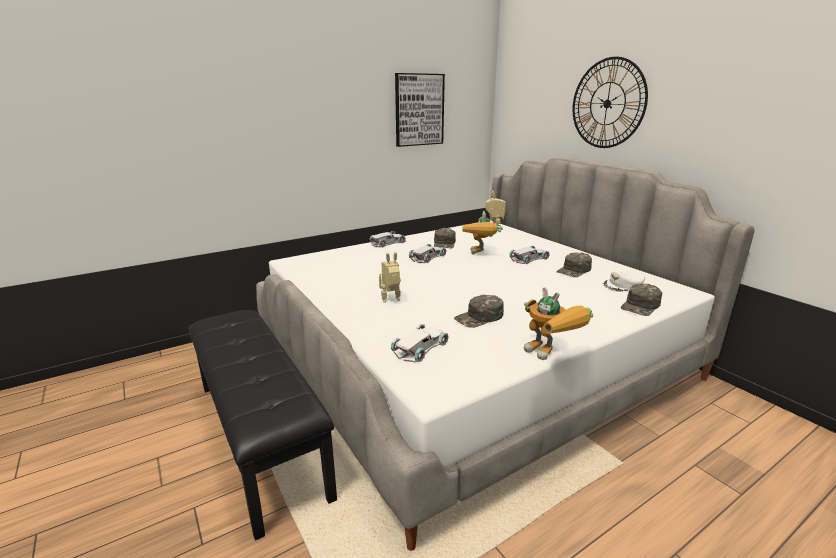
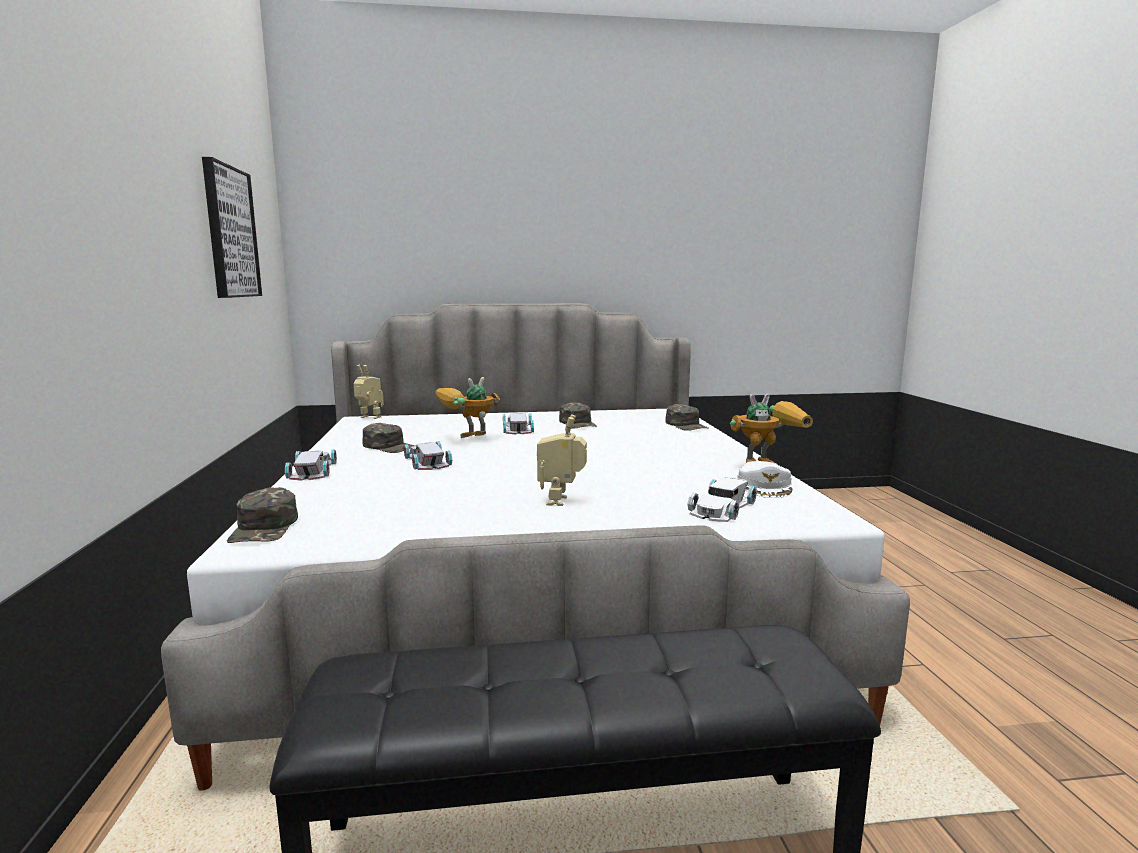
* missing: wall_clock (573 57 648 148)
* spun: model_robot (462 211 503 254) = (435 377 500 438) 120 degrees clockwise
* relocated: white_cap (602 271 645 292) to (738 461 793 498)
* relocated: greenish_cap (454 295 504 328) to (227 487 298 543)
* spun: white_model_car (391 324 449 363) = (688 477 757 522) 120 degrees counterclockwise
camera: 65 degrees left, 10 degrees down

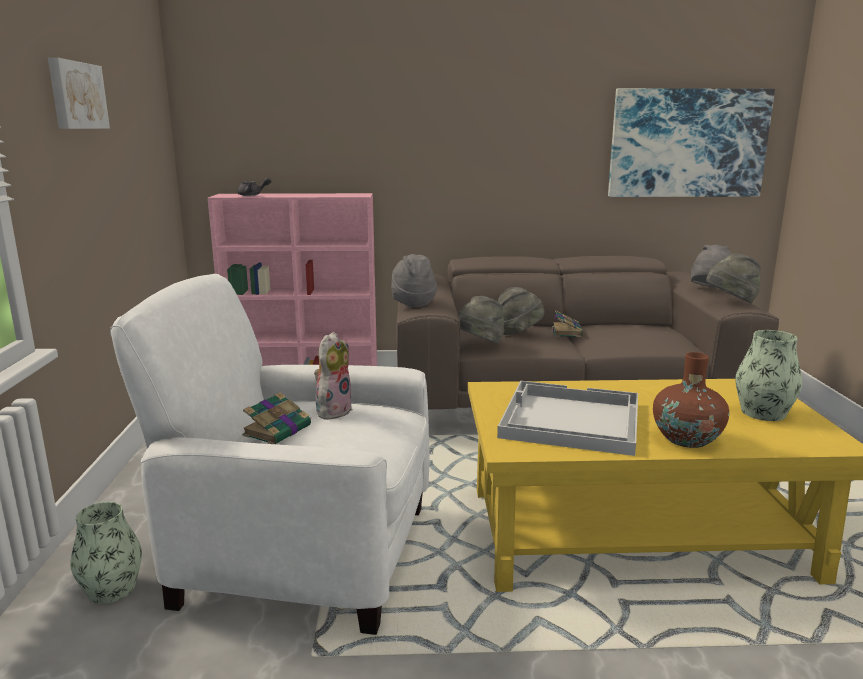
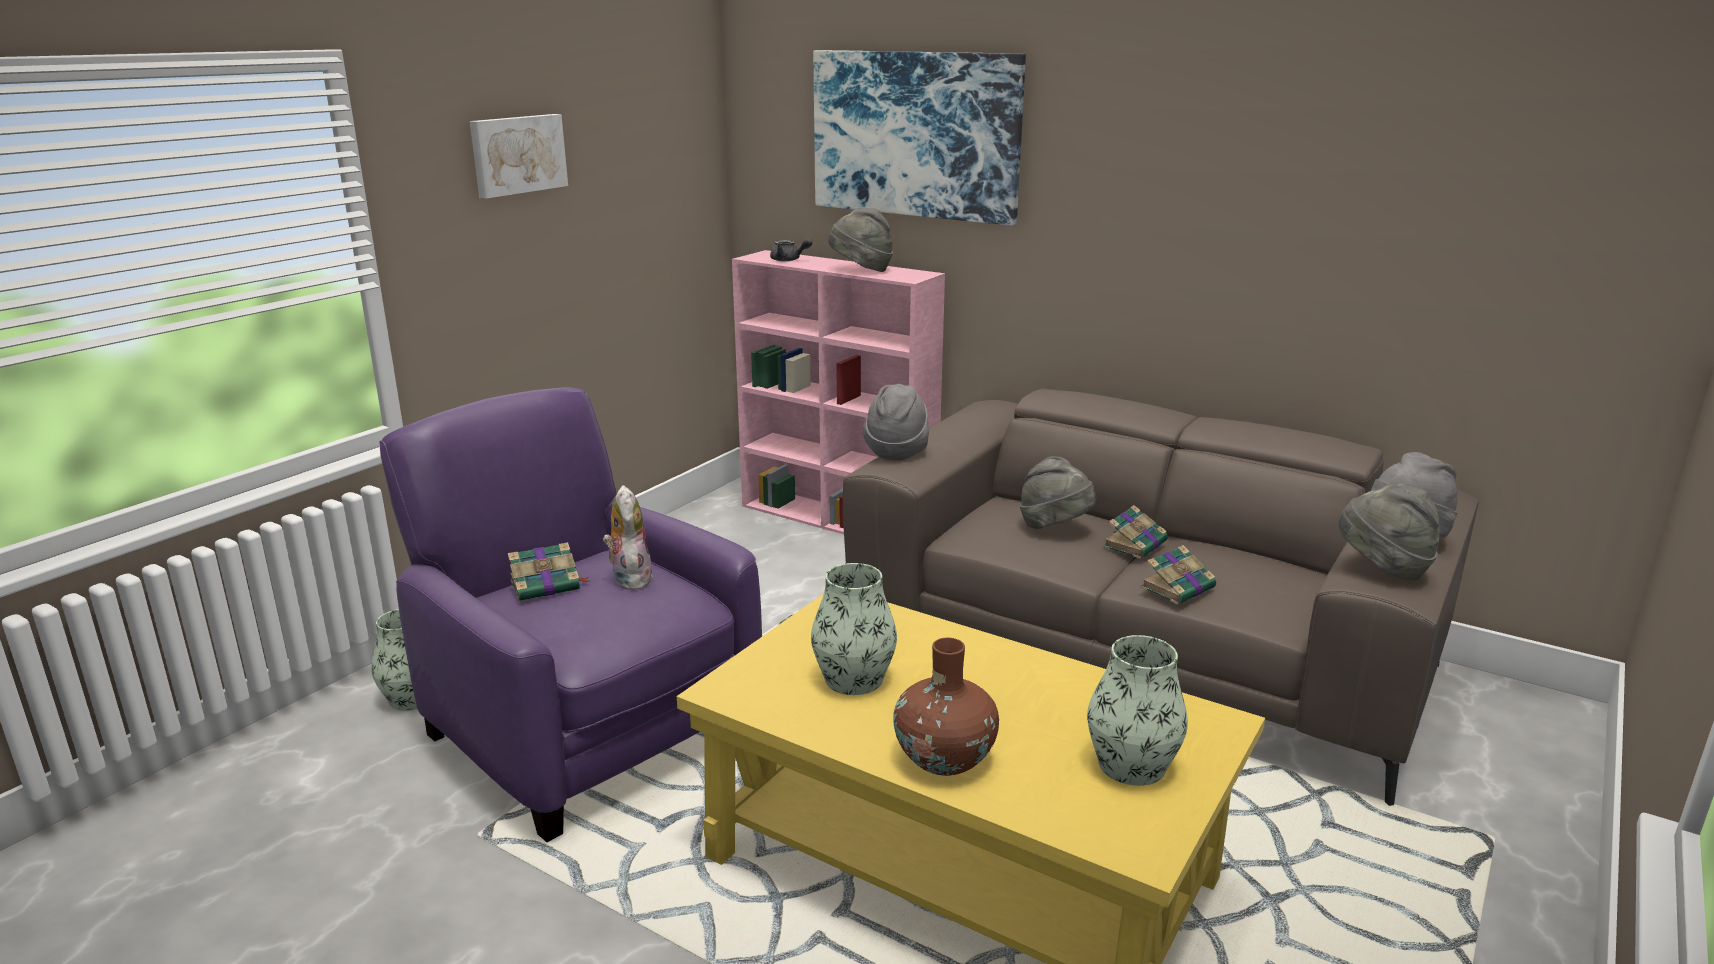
* relocated: wall_picture (608 88 775 197) to (813 50 1026 226)
* colour: white_easy_chair (110 274 429 635) to purplish_easy_chair (379 387 762 842)
* relocated: grey_wearable_hat (458 296 505 343) to (829 207 893 272)
* spun: cuddly_toy (314 332 353 420) = (603 485 653 590) 75 degrees counterclockwise
* exchanged: white_carrying_tray (497 381 638 456) to flower_vase (811 563 897 695)
* appeared: bound_book (1140 545 1216 605)
camera: 35 degrees right, 5 degrees up

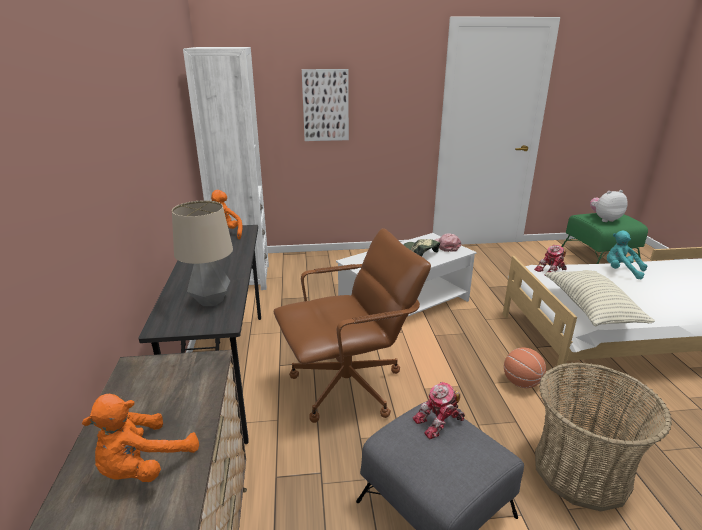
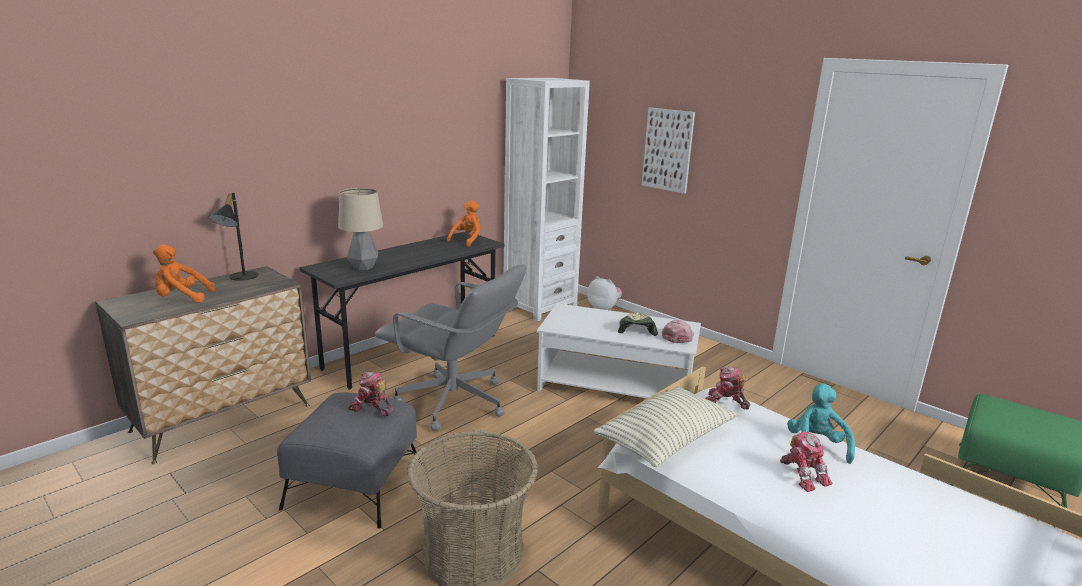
* relocated: cuddly_toy (590 190 628 222) to (587 276 622 310)
* colour: brown-coloured_computer_chair (274 228 431 423) to grey_computer_chair (375 264 526 431)
* missing: basketball (504 347 546 388)
* appeared: black-coloured_tabletop_lamp (208 193 259 281)
* appeared: model_robot (780 432 832 492)
camera: 50 degrees right, 5 degrees down

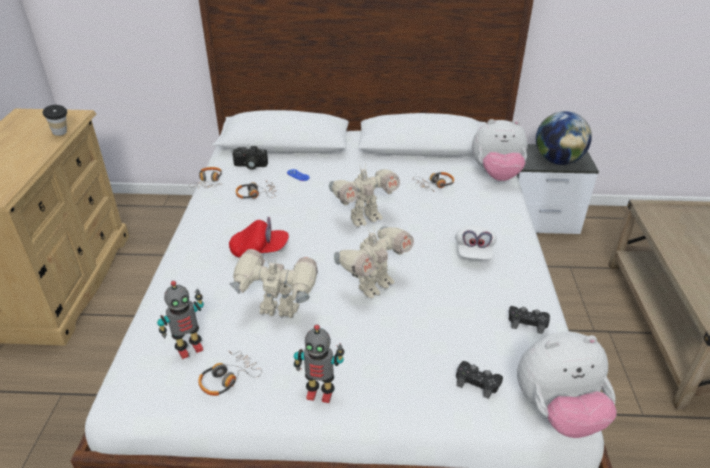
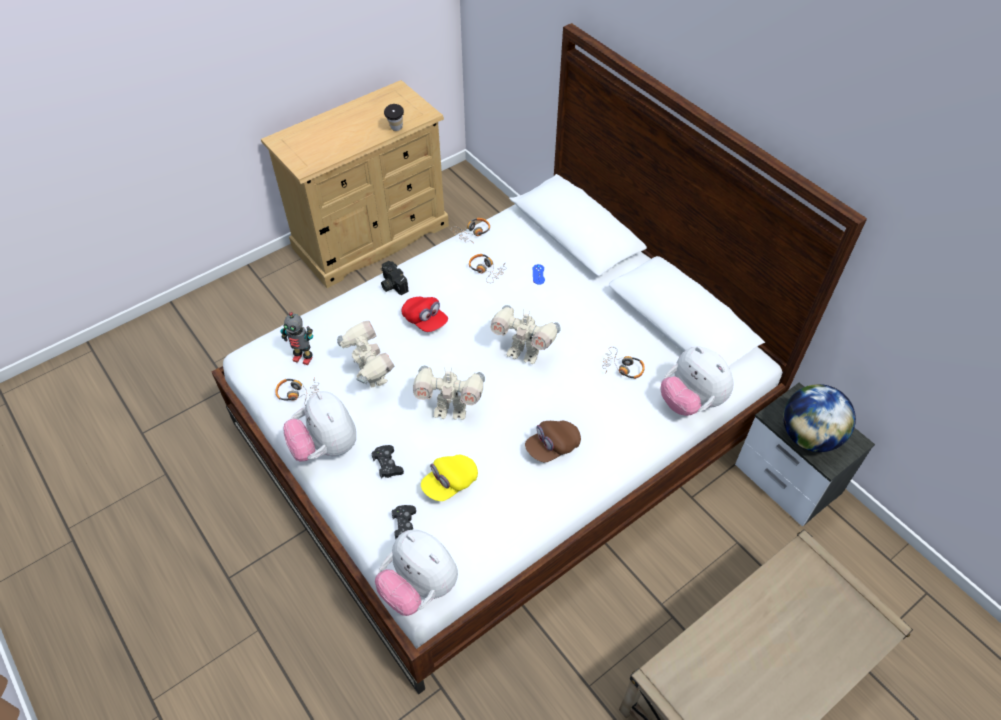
* relocated: photo_camera (233 146 268 170) to (381 261 409 295)
* colour: white_cap (455 225 497 259) to brown-coloured_cap (525 421 581 462)
* relocated: black-coloured_joypad (509 306 550 334) to (371 445 404 478)
* exchanged: model_robot (294 324 344 403) to cuddly_toy (283 391 356 462)
* appeared: yellow-coloured_cap (421 455 478 501)
camera: 50 degrees right, 15 degrees up

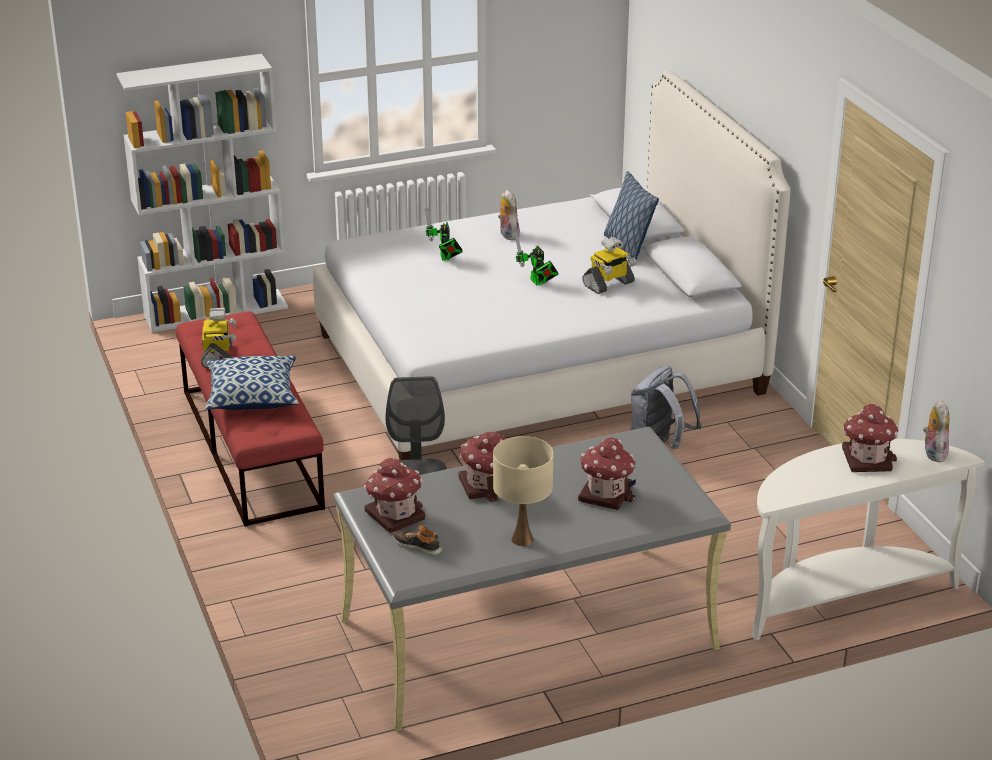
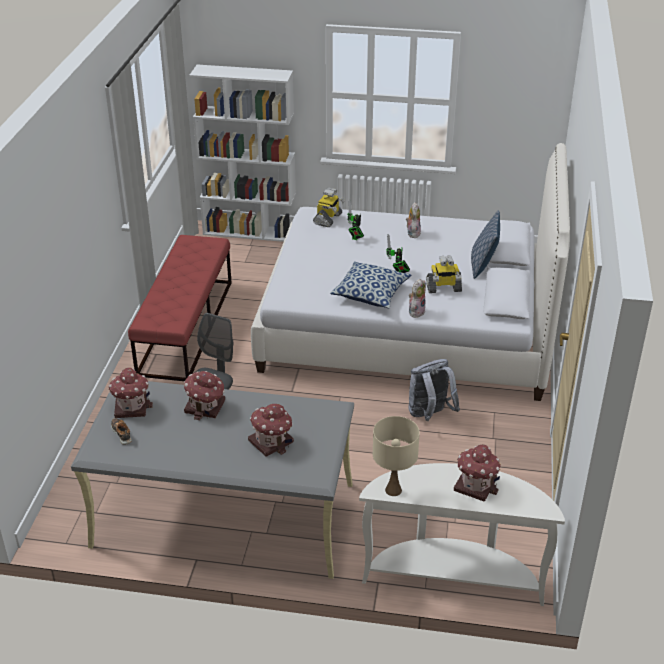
* relocated: model_robot (201 308 236 368) to (313 188 345 227)
* relocated: throw_pillow (205 356 299 410) to (330 262 411 309)
* relocated: cuddly_toy (923 400 949 462) to (409 279 426 319)
* relocated: beige-coloured_tabletop_lamp (493 436 553 546) to (373 416 420 496)
camera: 30 degrees right, 5 degrees up

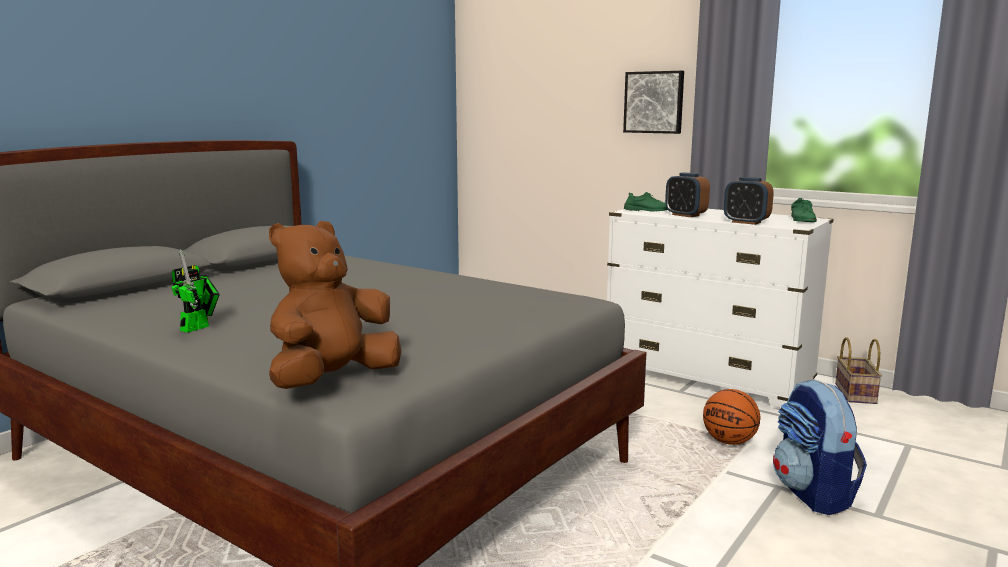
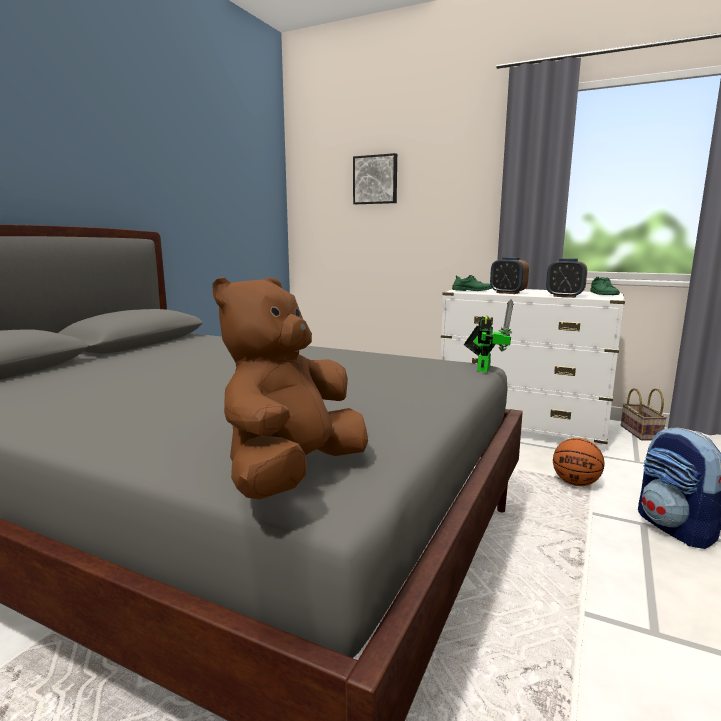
* relocated: wall_picture (623 71 684 134) to (353 153 397 204)
* relocated: model_robot (171 249 220 333) to (464 300 514 372)
camera: 10 degrees left, 0 degrees up

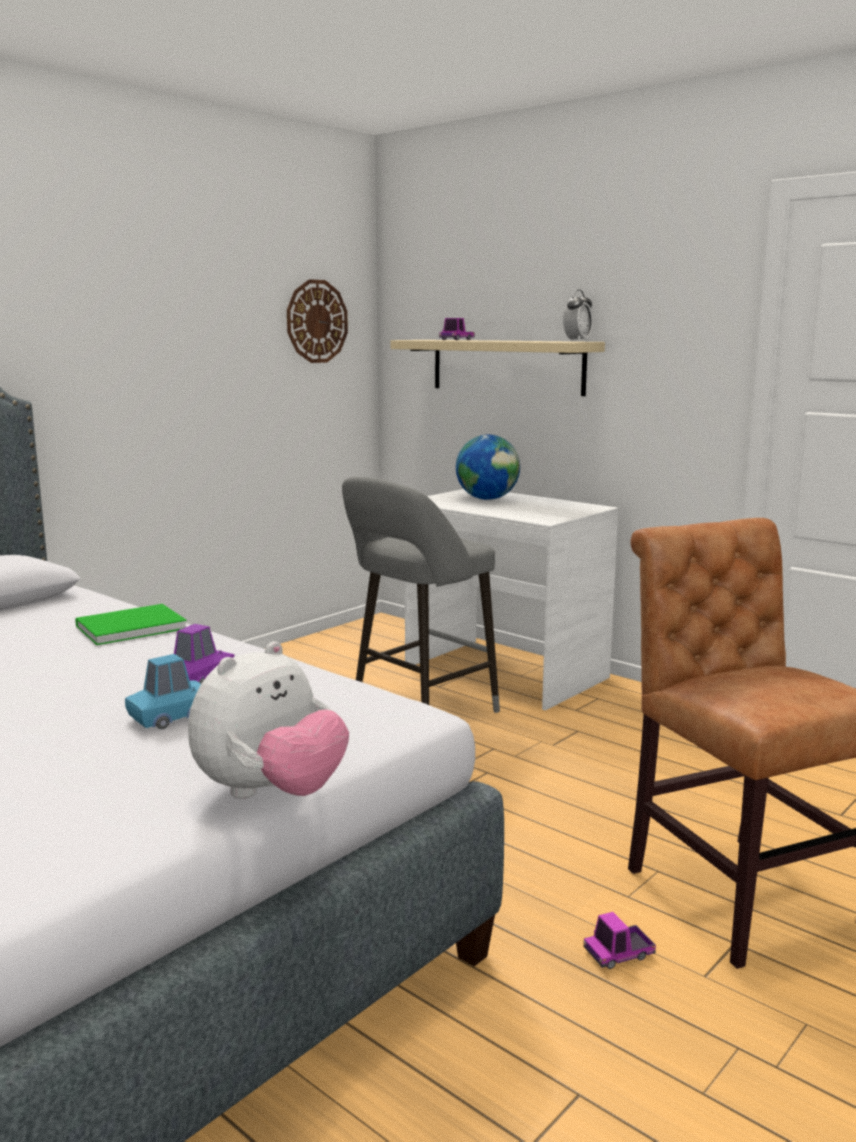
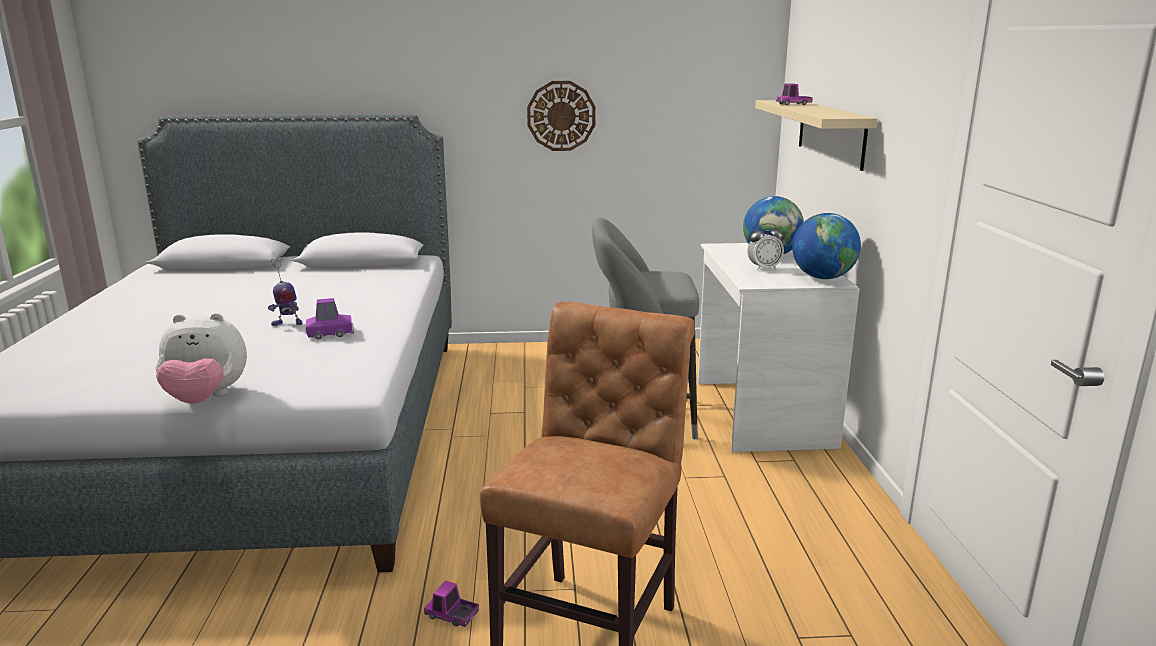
* relocated: wall_clock (287 279 348 363) to (527 81 596 151)
* relocated: bedside_clock (563 290 593 342) to (747 223 784 271)
* missing: greenish_bound_book (75 604 187 645)
* missing: blue_model_car (125 654 201 729)
* appeared: world_globe (792 213 861 279)
* appeared: model_robot (268 259 303 326)
camera: 45 degrees right, 5 degrees up

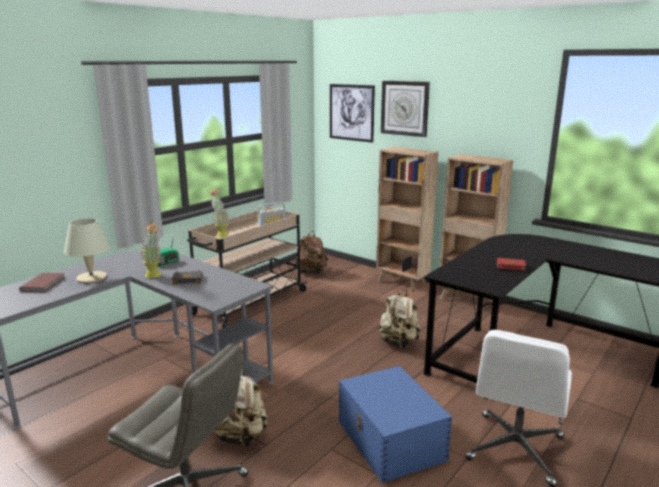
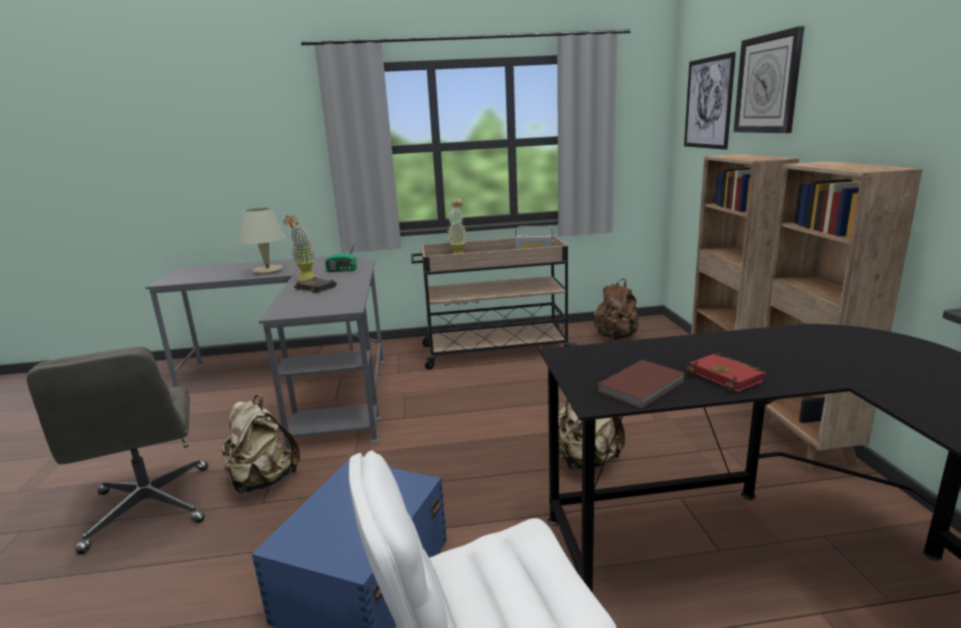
* relocated: brown-coloured_bound_book (19 273 65 292) to (596 360 685 408)
camera: 45 degrees right, 0 degrees up

